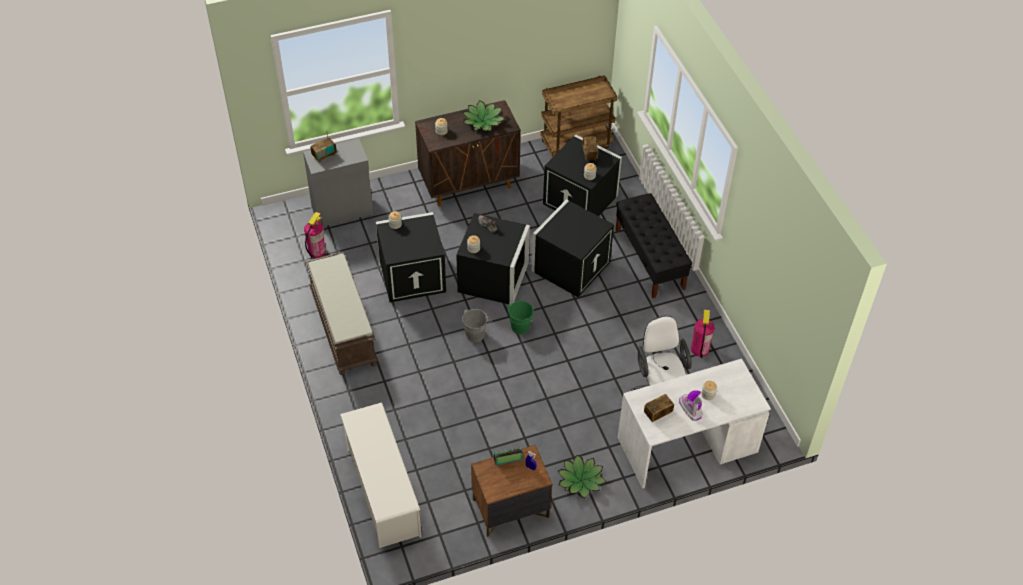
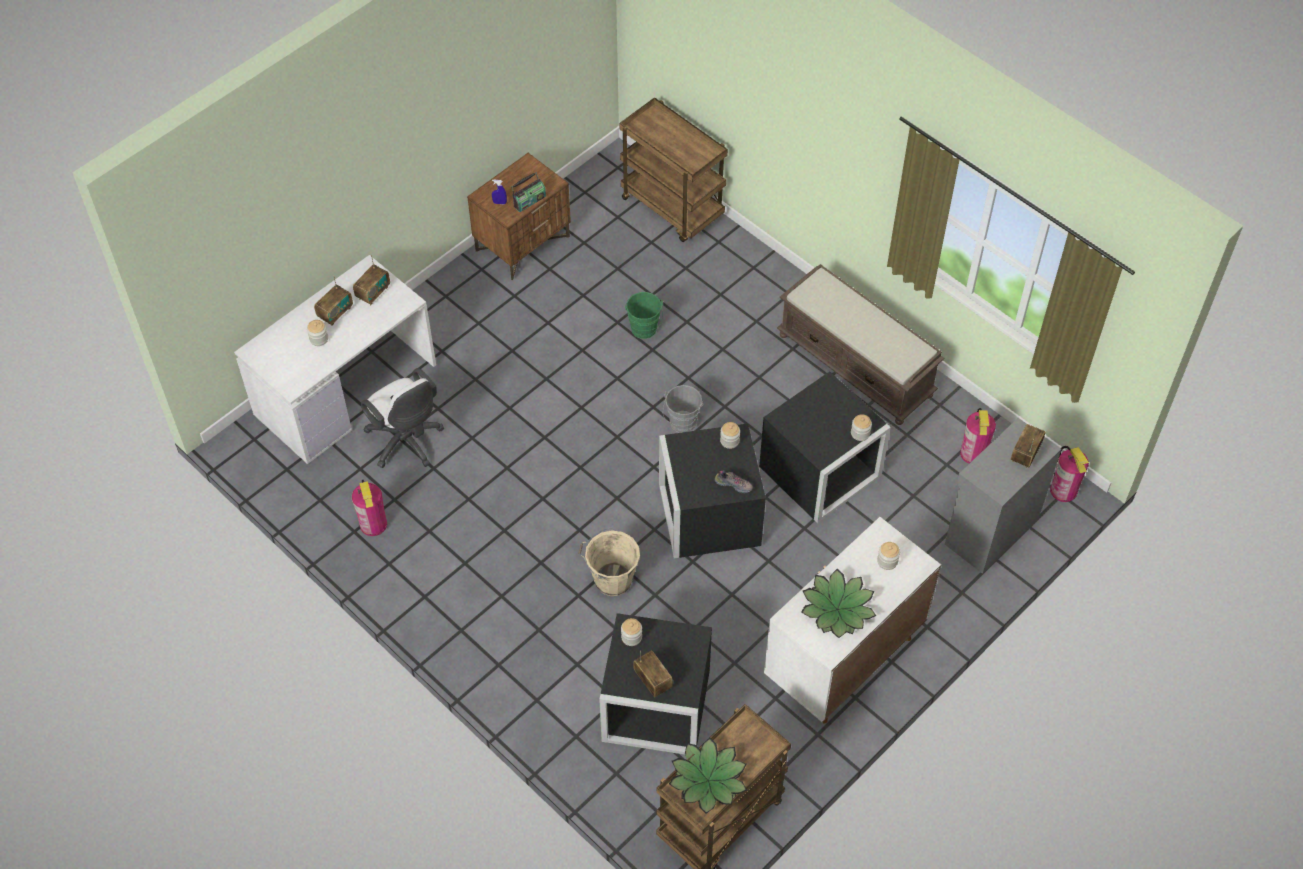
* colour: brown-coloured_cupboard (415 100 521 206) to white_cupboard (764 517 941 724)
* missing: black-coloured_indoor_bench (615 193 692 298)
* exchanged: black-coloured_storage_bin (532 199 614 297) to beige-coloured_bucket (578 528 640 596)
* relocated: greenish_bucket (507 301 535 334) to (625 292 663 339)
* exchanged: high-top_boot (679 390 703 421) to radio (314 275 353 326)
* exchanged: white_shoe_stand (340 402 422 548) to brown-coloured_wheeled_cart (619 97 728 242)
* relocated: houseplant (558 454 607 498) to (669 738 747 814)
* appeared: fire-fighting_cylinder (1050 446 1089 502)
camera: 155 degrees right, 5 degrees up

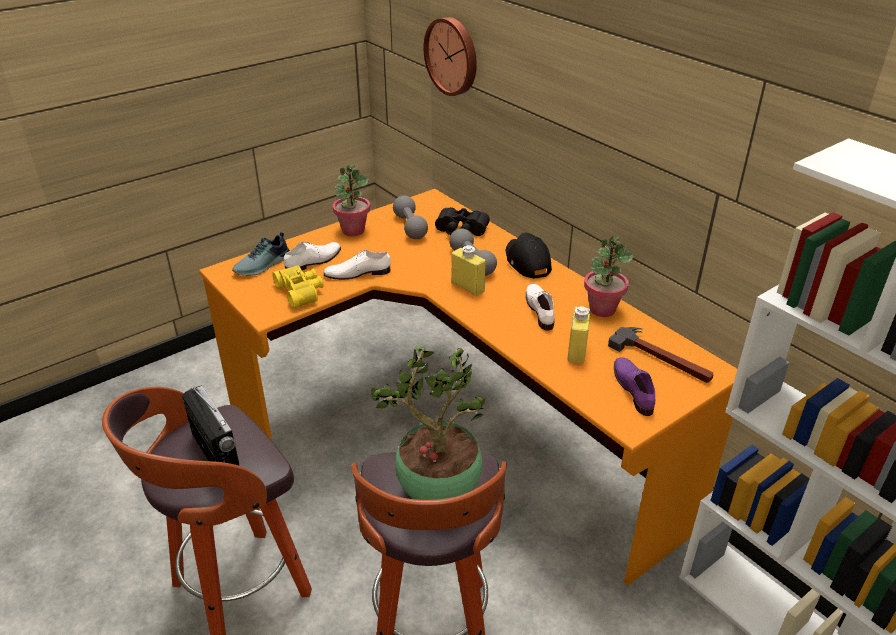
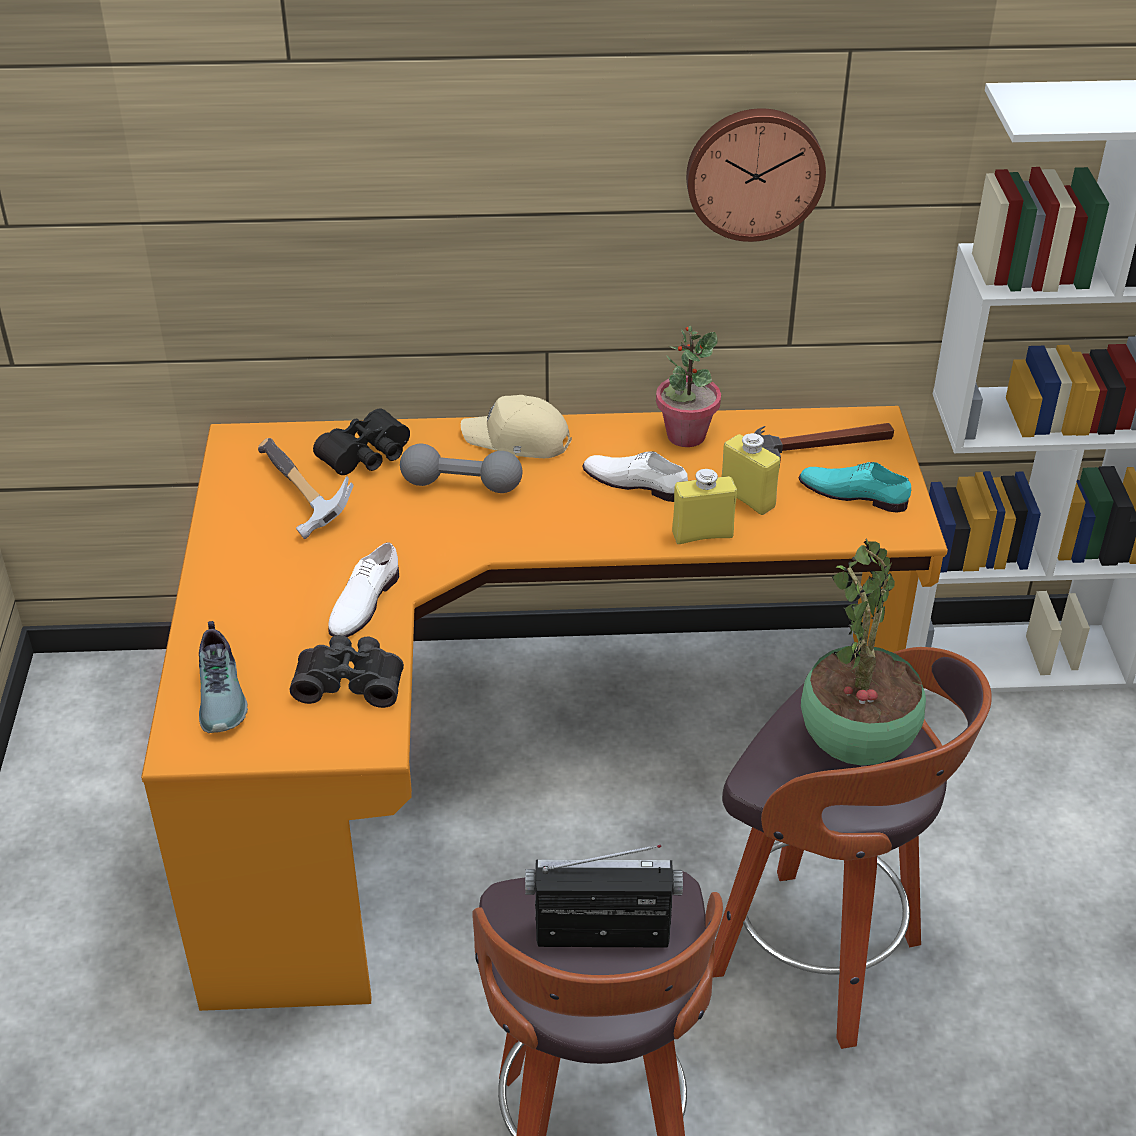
* relocated: wall_clock (424 17 477 96) to (686 108 826 242)
* missing: houseplant (333 164 370 236)
* exchanged: grey_hand_weight (393 196 428 239) to hand_hammer (258 438 354 539)
* colour: black-coloured_cap (506 233 552 279) to beige-coloured_cap (461 395 572 458)
* missing: white_shoe (284 242 341 270)
* relocated: yellow-coloured_beverage_bottle (451 245 486 296) to (672 469 737 544)
* colour: yellow-coloured_pair_of_binoculars (272 265 324 309) to black-coloured_pair_of_binoculars (290 635 404 708)
* colour: purplish_shoe (614 357 655 416) to blue-green_shoe (799 462 911 513)
camera: 55 degrees left, 5 degrees up

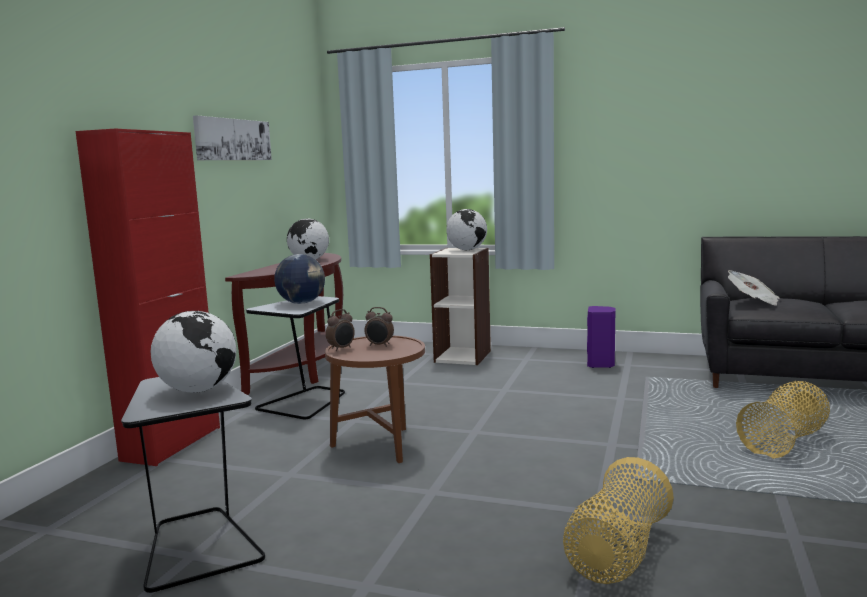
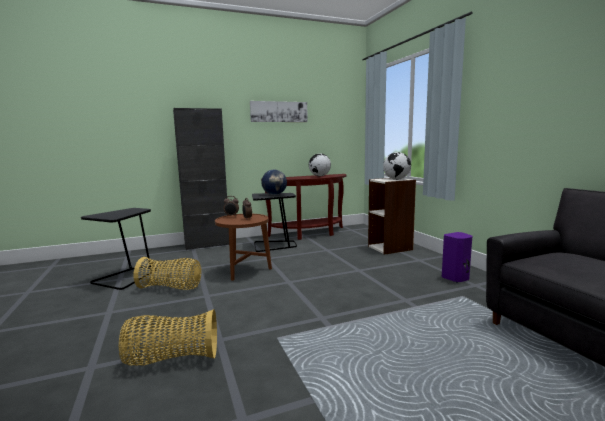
* colour: red-coloured_cupboard (76 128 220 466) to black-coloured_cupboard (173 108 229 250)
* missing: printed_paper (728 270 780 306)
* missing: world_globe (151 311 237 393)
* relocated: basket (736 381 830 459) to (134 257 201 290)
camera: 50 degrees right, 0 degrees up

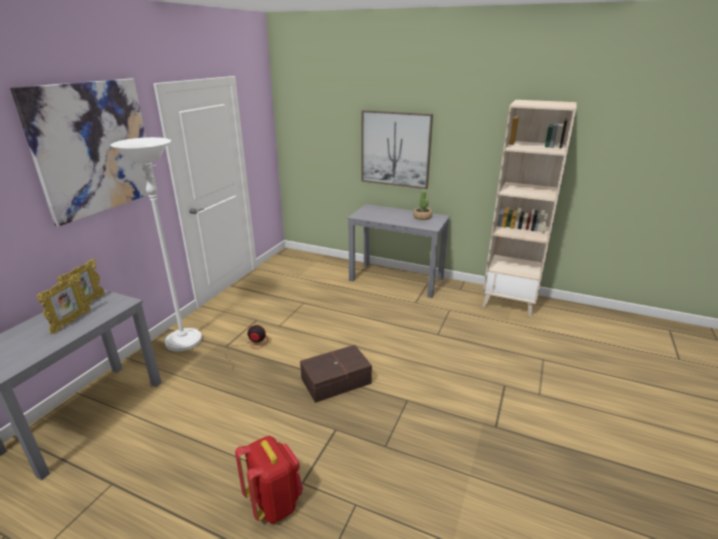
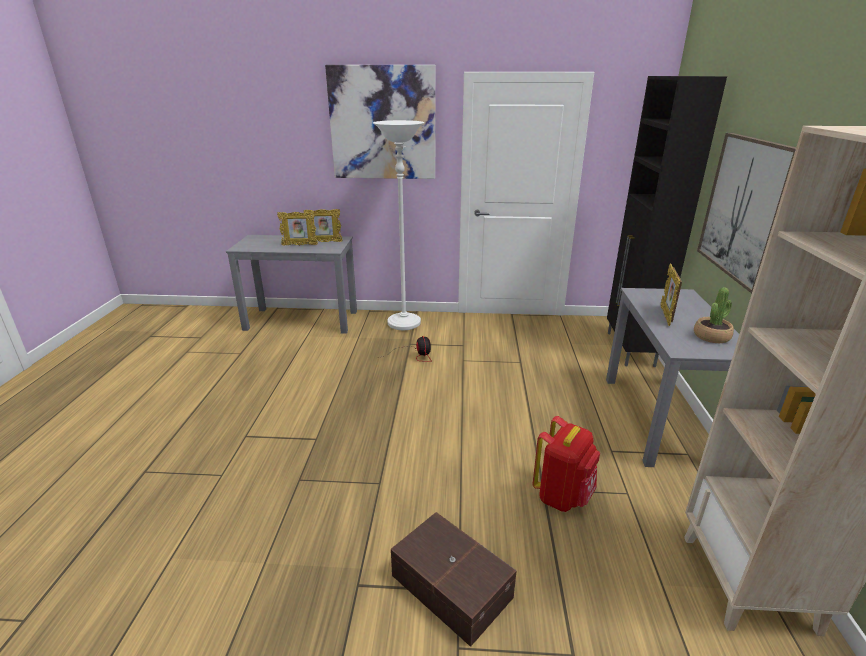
* relocated: brown-coloured_storage_bin (300 345 372 403) to (391 512 516 647)
* relocated: red-coloured_backpack (235 436 303 524) to (533 416 600 512)
* appeared: black-coloured_cupboard (607 76 727 367)
* appeared: picture_frame (660 264 682 326)
camera: 70 degrees right, 0 degrees up

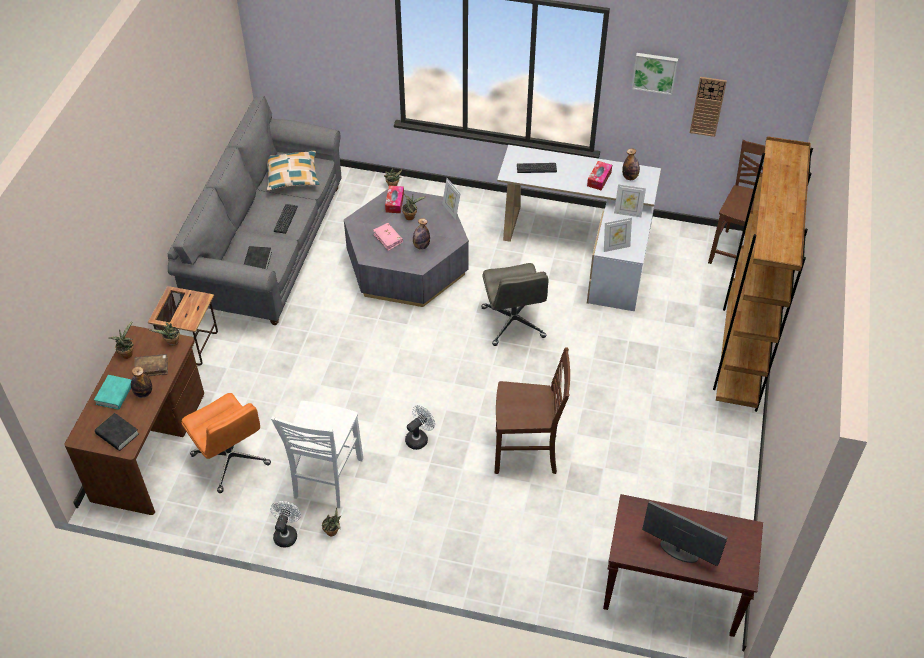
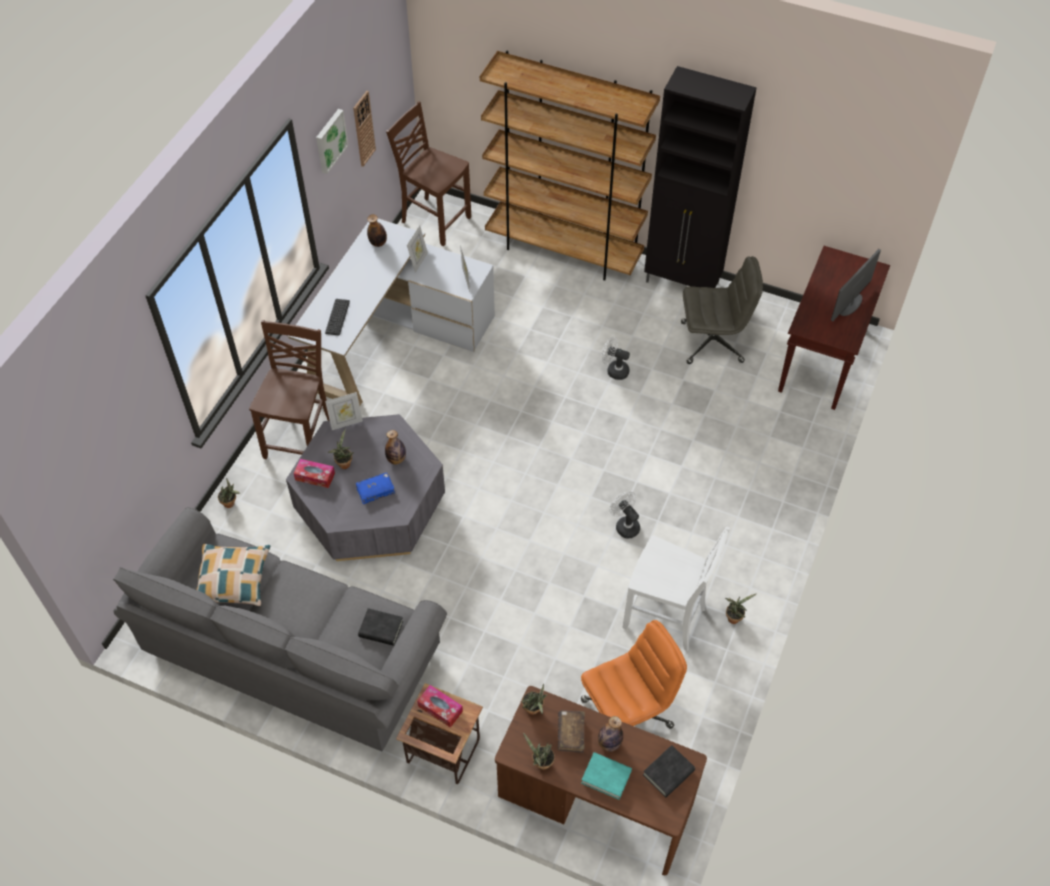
* relocated: tissue_holder (587 161 612 191) to (417 685 463 728)
* missing: keyboard (274 204 298 234)
* colour: pink_bound_book (373 223 403 251) to blue_bound_book (356 472 395 504)
* relocated: grey_computer_chair (481 263 548 346) to (681 256 763 364)
* relocated: brown-coloured_plain_chair (495 347 570 474) to (249 320 330 459)
* relocated: white_electric_fan (270 501 301 548) to (601 337 630 380)
* appeared: black-coloured_cupboard (644 66 757 288)
camera: 80 degrees left, 5 degrees up

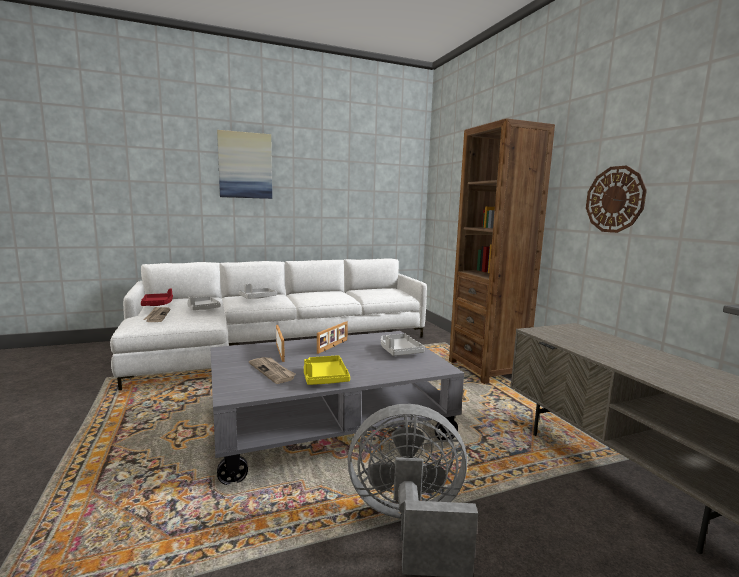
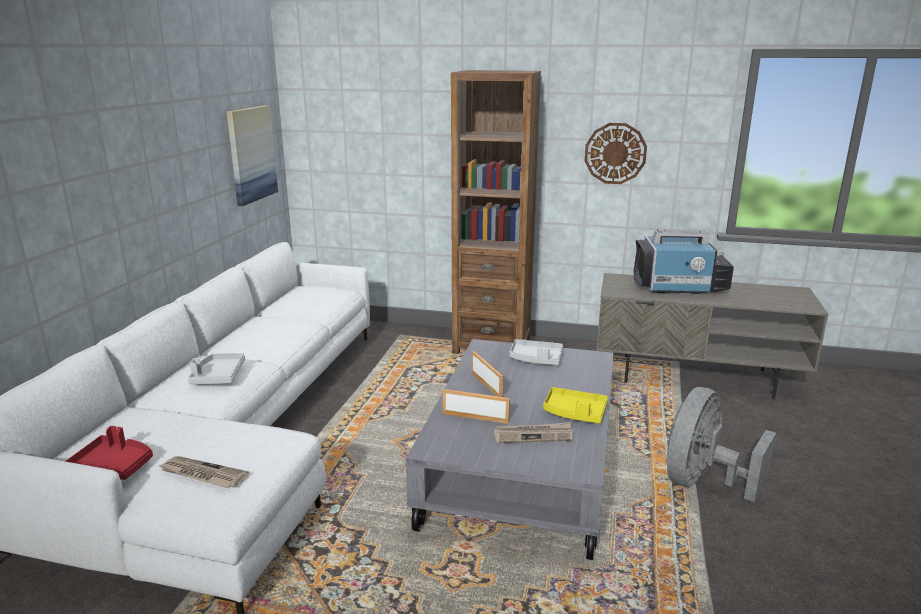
* relocated: wall_picture (217 130 272 199) to (226 105 278 206)
* missing: grey_carrying_tray (187 296 221 310)
* appeared: television (633 229 734 294)
camera: 55 degrees left, 10 degrees up

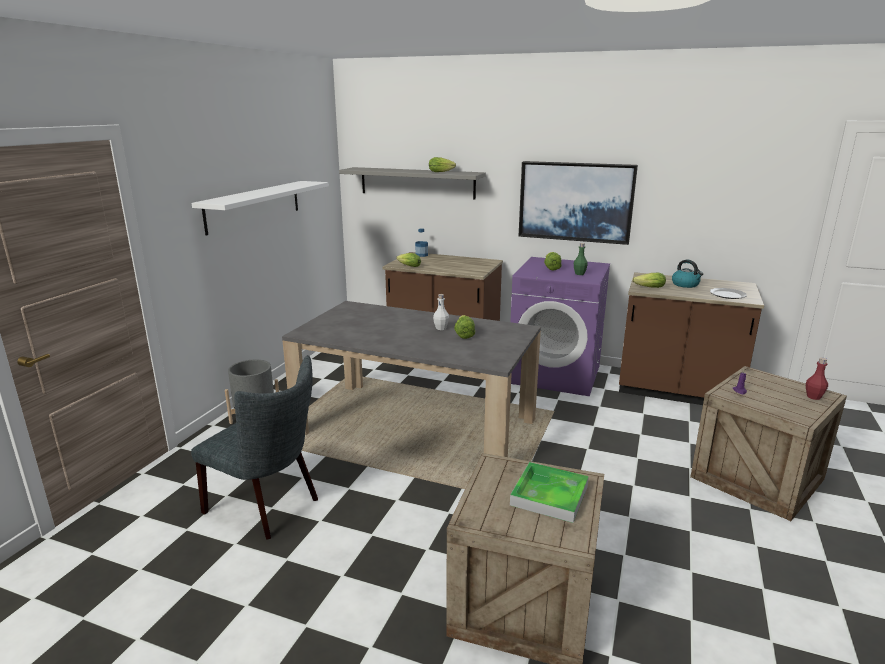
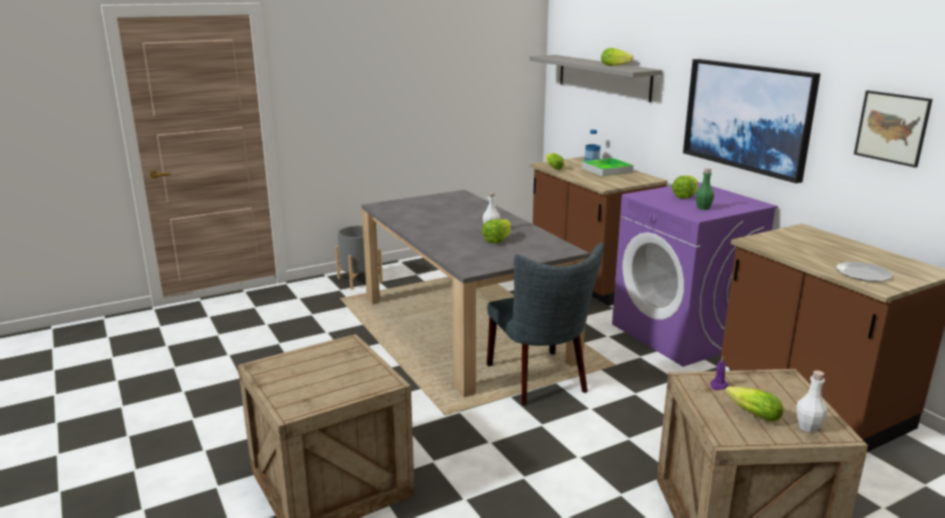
* missing: white_bracket_shelf (191 181 329 236)
* missing: tea_kettle (672 260 703 288)
* relocated: head_of_lettuce (633 273 666 288) to (725 386 783 422)
* relocated: grey_plain_chair (191 355 318 540) to (487 243 604 405)
* colour: red-coloured_beverage_bottle (806 358 828 400) to white_beverage_bottle (796 370 827 432)
* relocated: carrying_tray (510 462 589 523) to (582 158 634 177)
* appeared: wall_picture (854 90 933 168)
camera: 40 degrees right, 0 degrees up

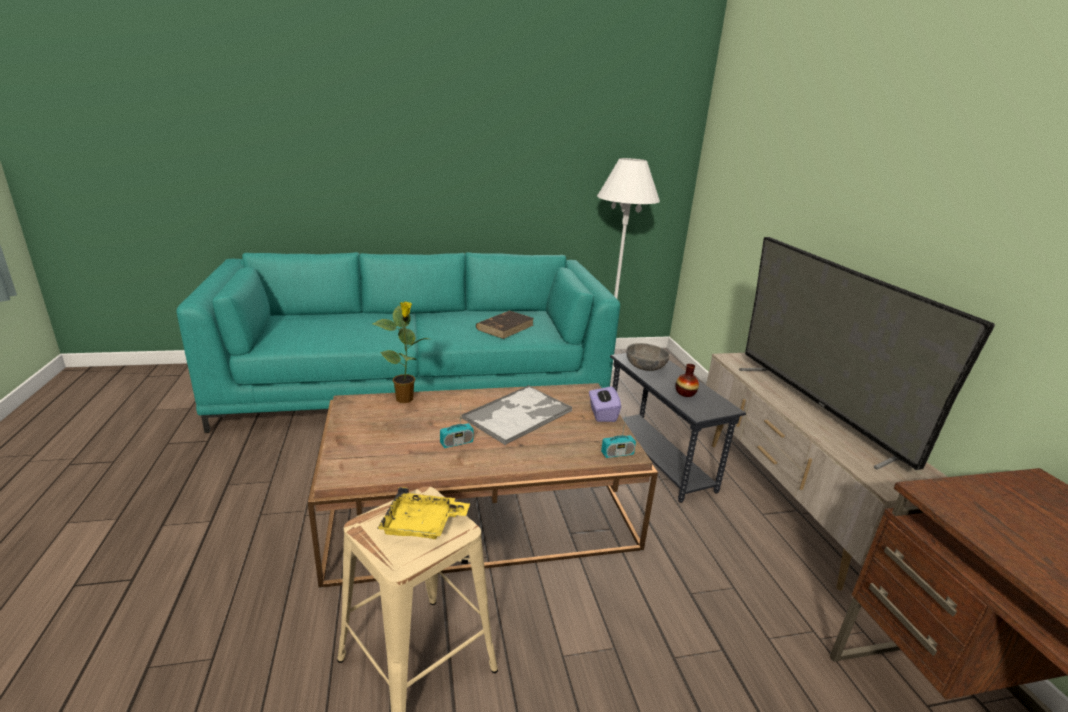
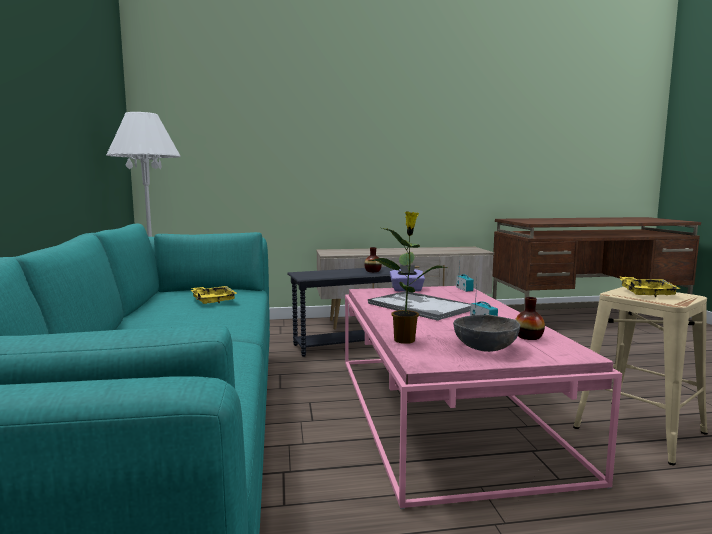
* missing: television (739 237 995 470)
* exchanged: brown-coloured_bound_book (476 311 534 339) to yellow-coloured_carrying_tray (191 286 238 304)
* relocated: grey_bowl (626 343 670 371) to (453 315 520 352)
* colour: brown-coloured_lounge_table (308 383 658 588) to pink_lounge_table (345 286 622 509)
* appeared: flower_vase (515 297 545 340)
camera: 85 degrees left, 15 degrees down

